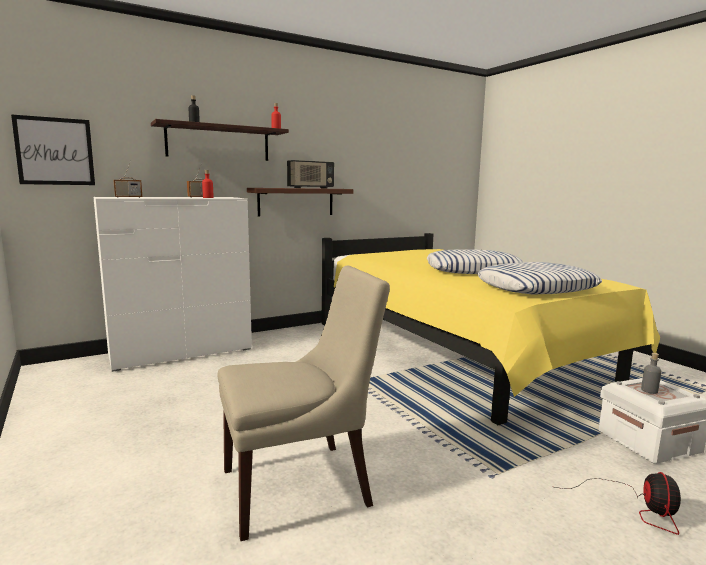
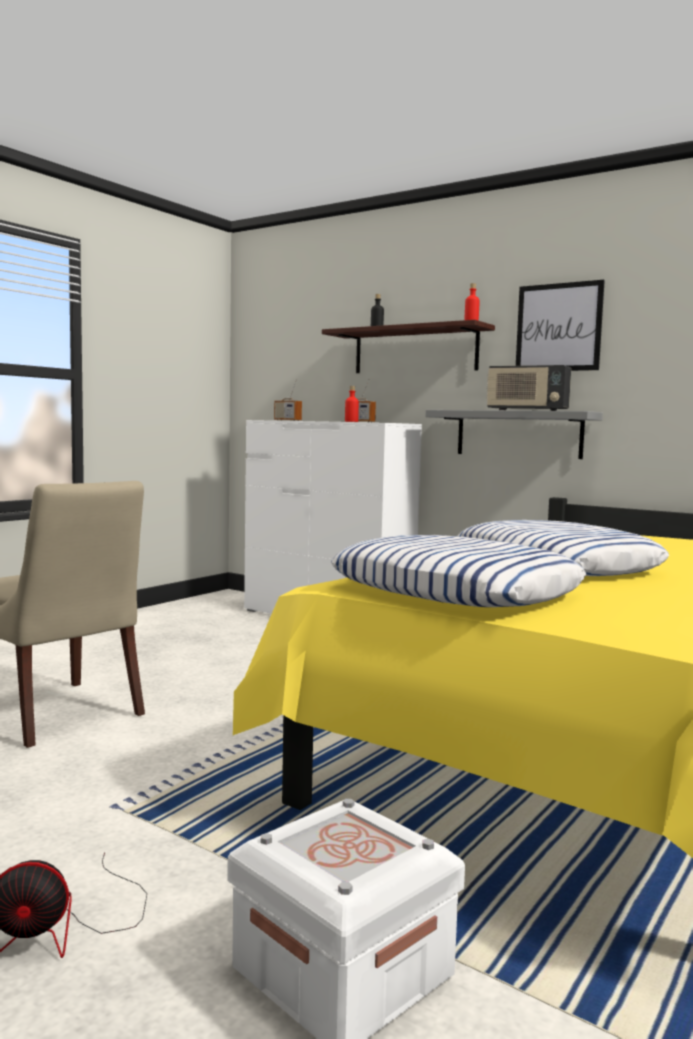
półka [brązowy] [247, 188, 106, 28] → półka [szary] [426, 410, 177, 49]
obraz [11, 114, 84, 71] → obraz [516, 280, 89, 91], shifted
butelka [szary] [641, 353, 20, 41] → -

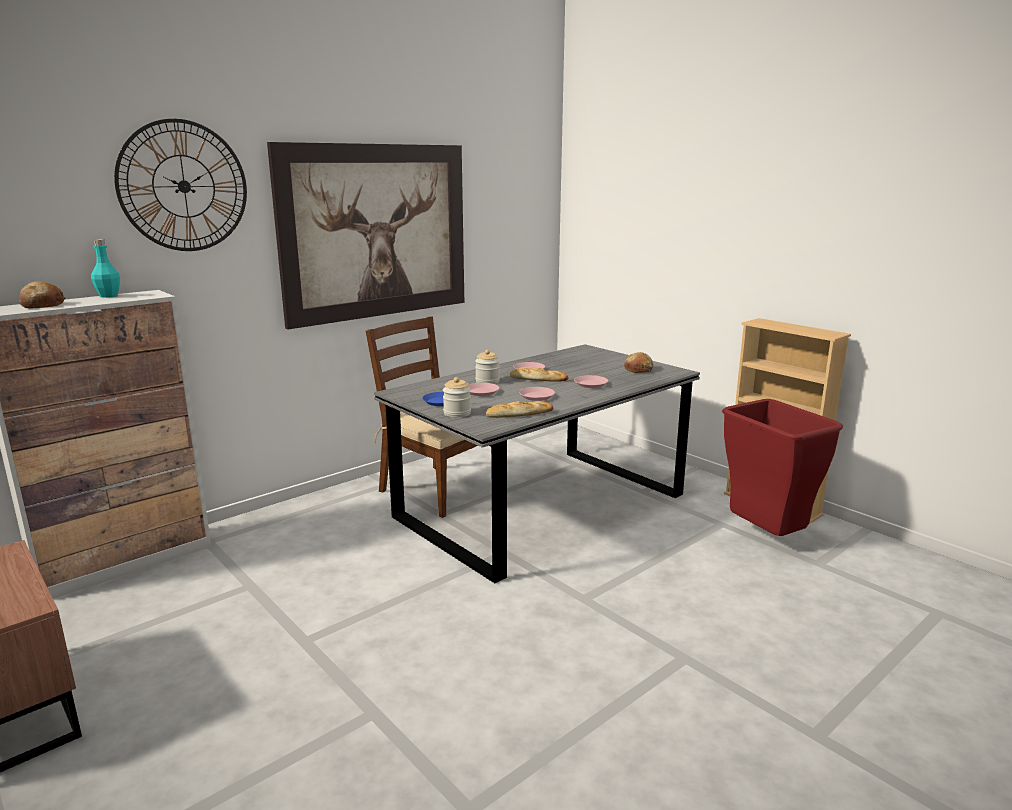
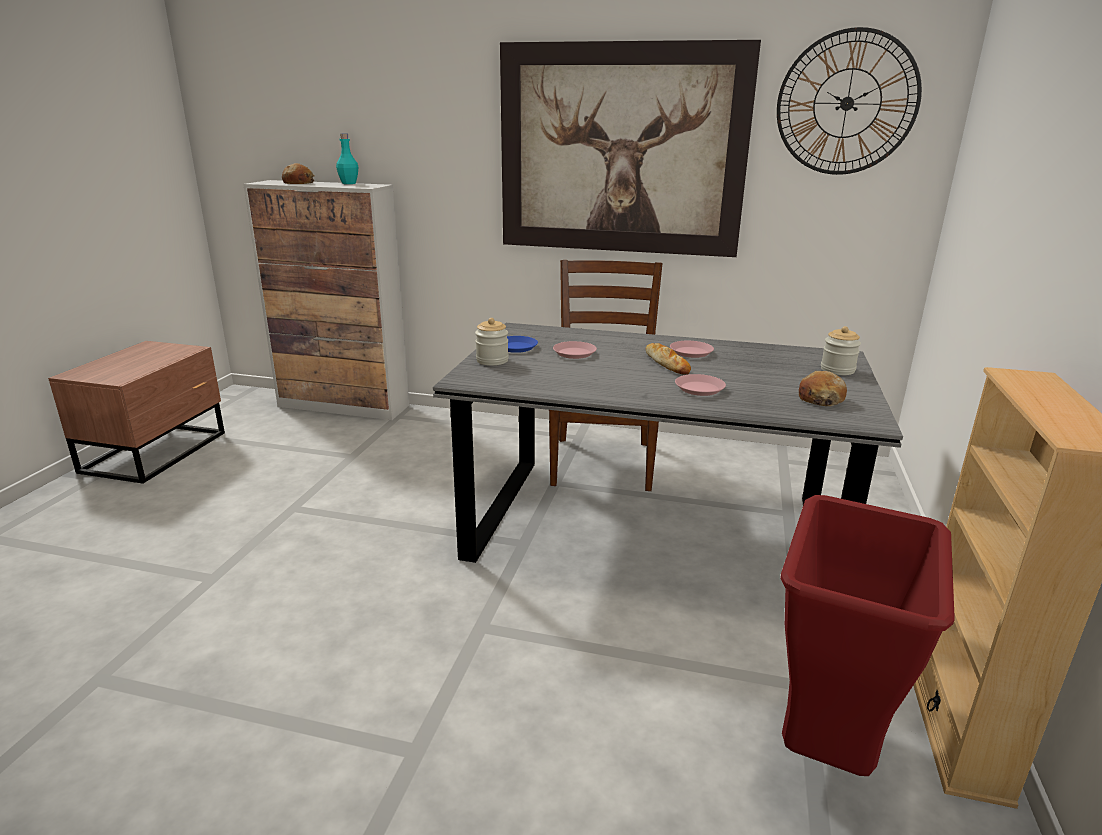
zegar ścienny [114, 119, 133, 132] → zegar ścienny [777, 27, 145, 148], shifted
słoik [475, 350, 25, 34] → słoik [821, 326, 40, 49], shifted
chleb [486, 401, 67, 17] → -
talerz [różowy] [519, 387, 36, 14] → -

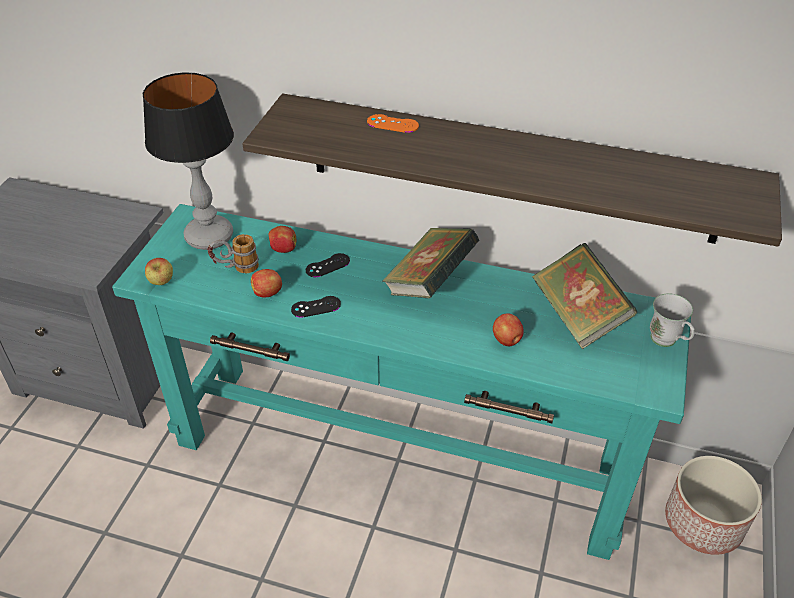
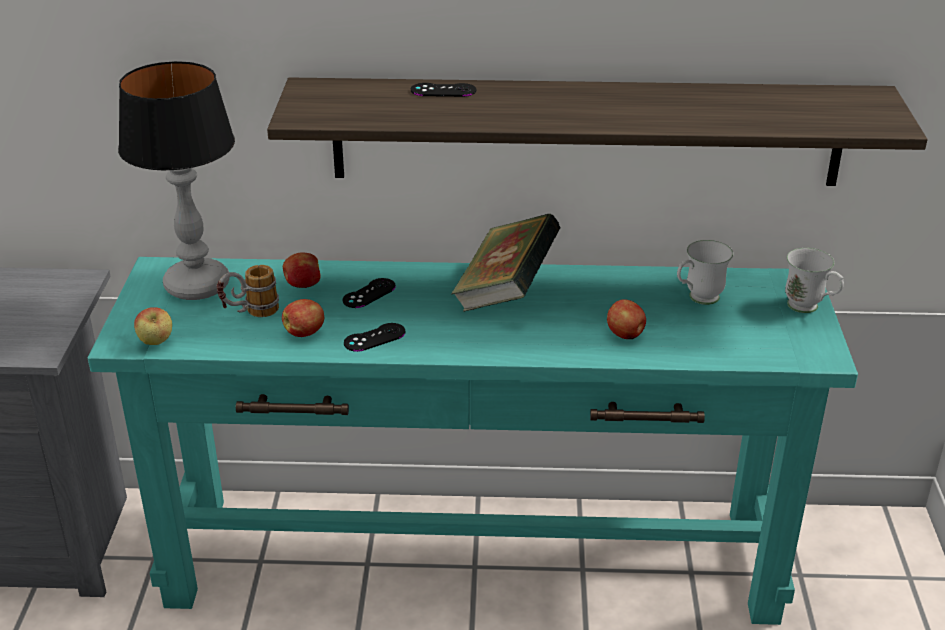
pad do gier [pomarańczowy] [367, 114, 52, 19] → pad do gier [czarny] [411, 83, 65, 14]
książka [532, 243, 105, 106] → kubek [biały] [677, 240, 56, 65]
donica [665, 456, 97, 99] → -

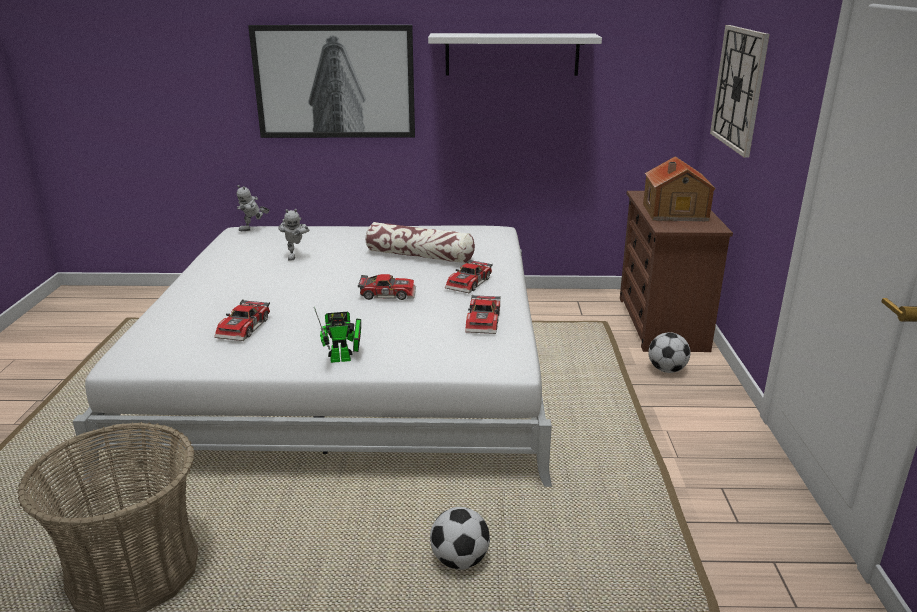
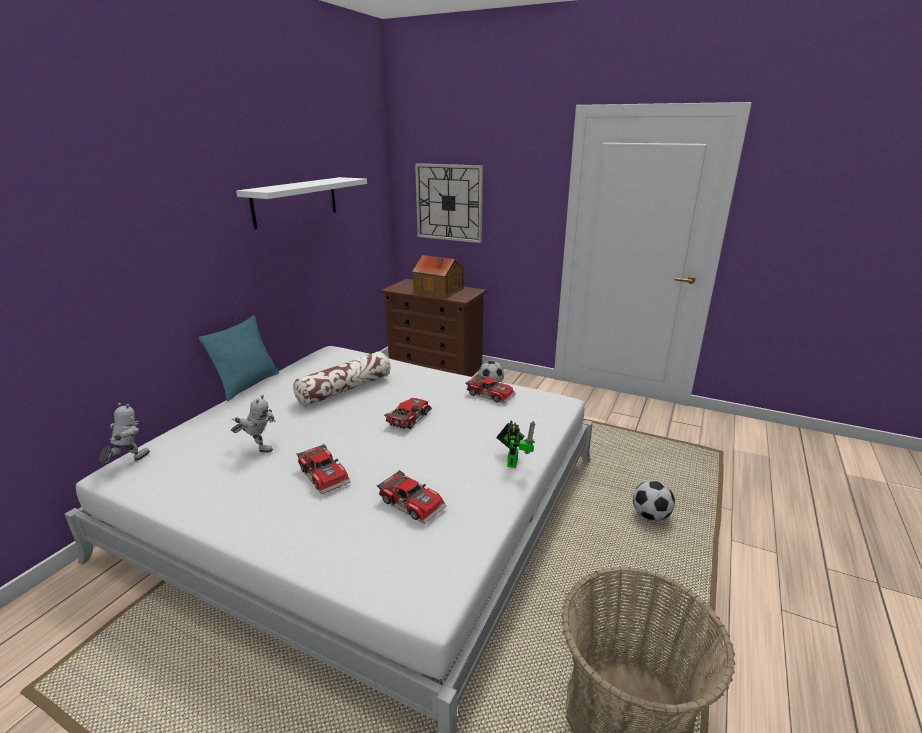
robot zabawkowy [236, 185, 33, 46] → robot zabawkowy [99, 403, 51, 60], 135 degrees counterclockwise
- → poduszka [turkusowy] [199, 315, 80, 86]
samochodzik [445, 259, 48, 34] → samochodzik [296, 444, 55, 50], shifted
obraz [248, 25, 167, 113] → -

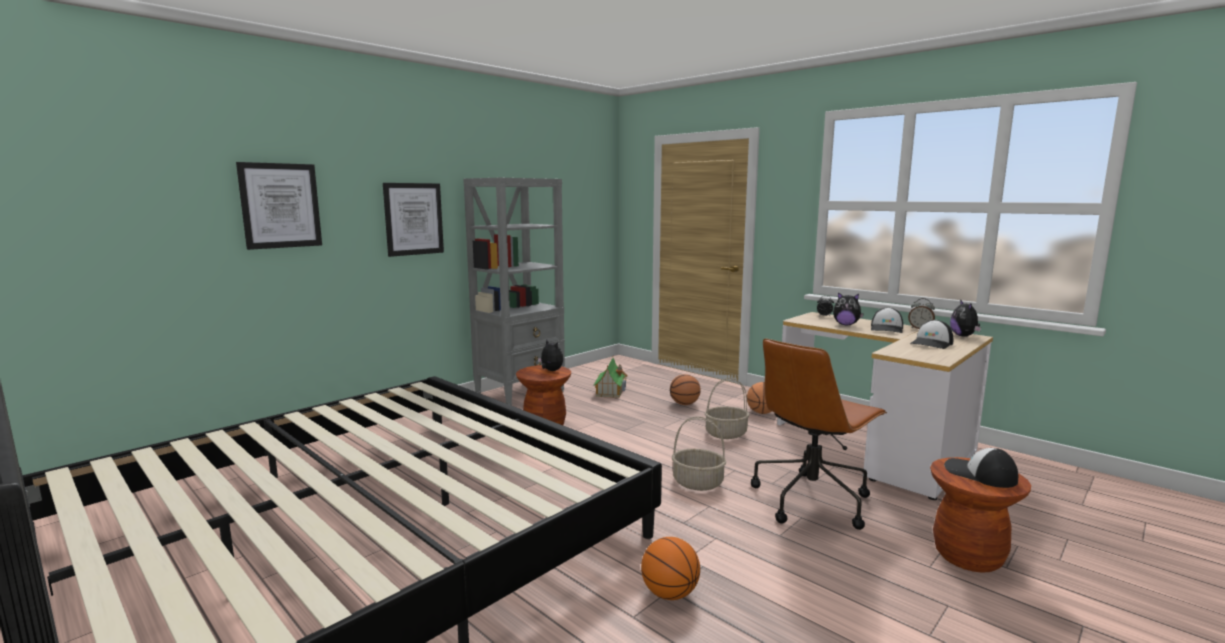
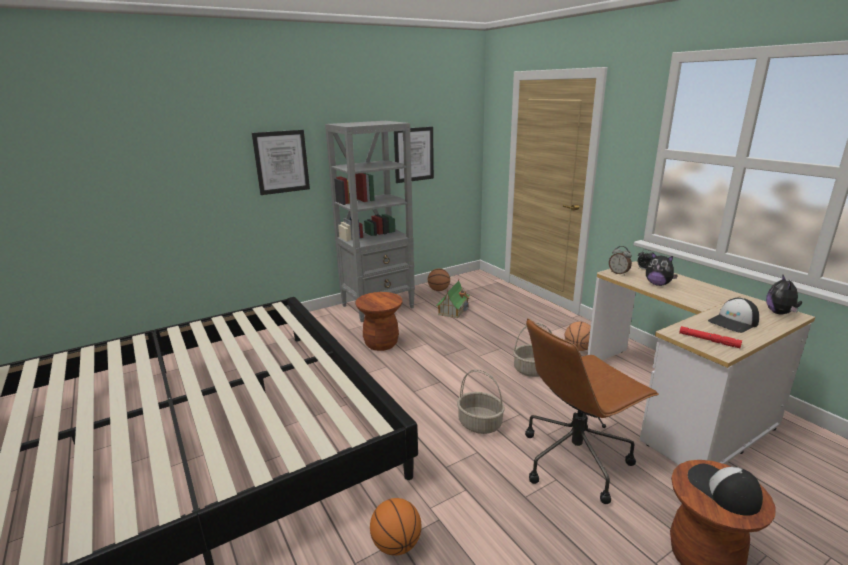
obraz [236, 162, 86, 88] → obraz [394, 127, 40, 56], shifted
piłka do koszykówki [670, 374, 31, 31] → piłka do koszykówki [428, 268, 22, 23], shifted
budzik [908, 298, 27, 31] → budzik [609, 246, 23, 29], shifted
- → latarka [czerwony] [679, 326, 63, 22]
pluszak [538, 340, 25, 31] → -
czapka z daszkiem [871, 307, 32, 26] → -

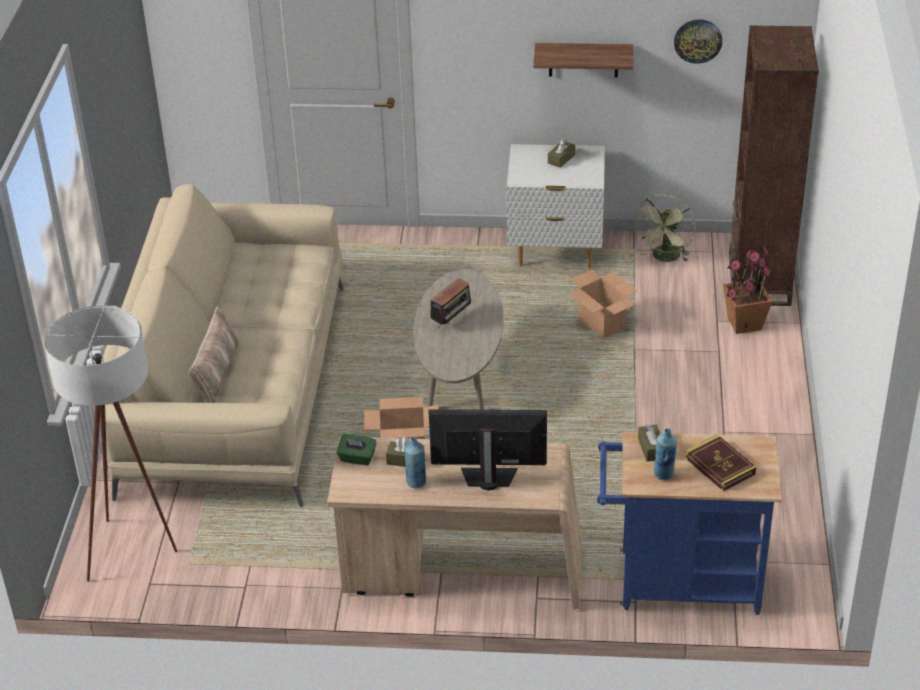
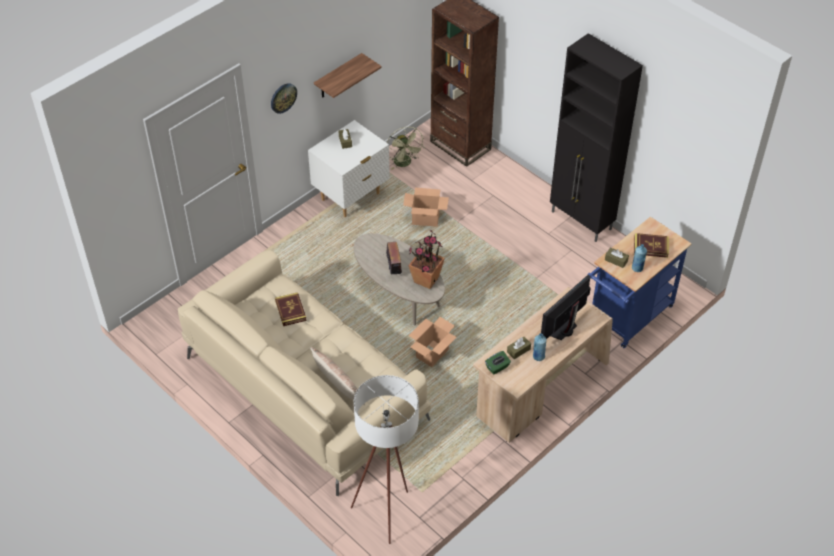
zegar ścienny [674, 20, 48, 44] → zegar ścienny [271, 83, 26, 31], shifted
- → książka [275, 292, 31, 34]
roślina doniczkowa [723, 246, 50, 88] → roślina doniczkowa [409, 230, 36, 59], shifted
- → szafka [czarny] [550, 33, 93, 209]

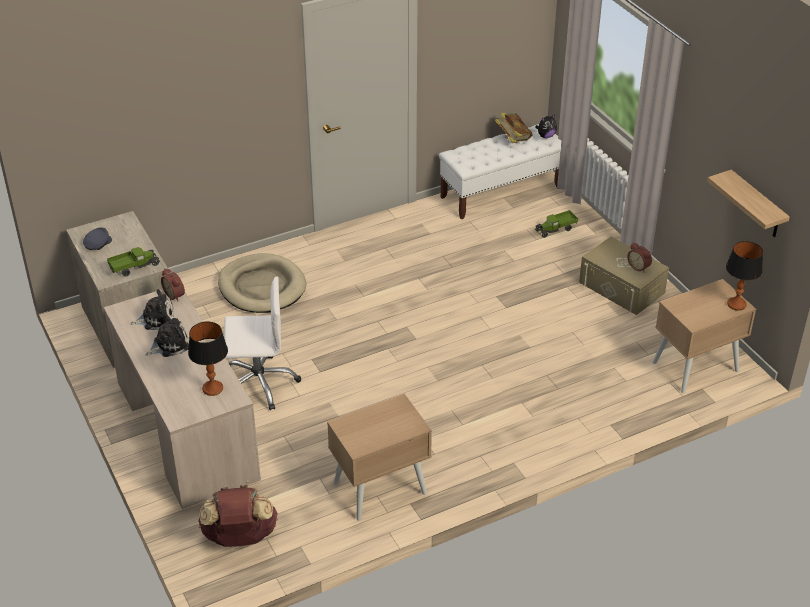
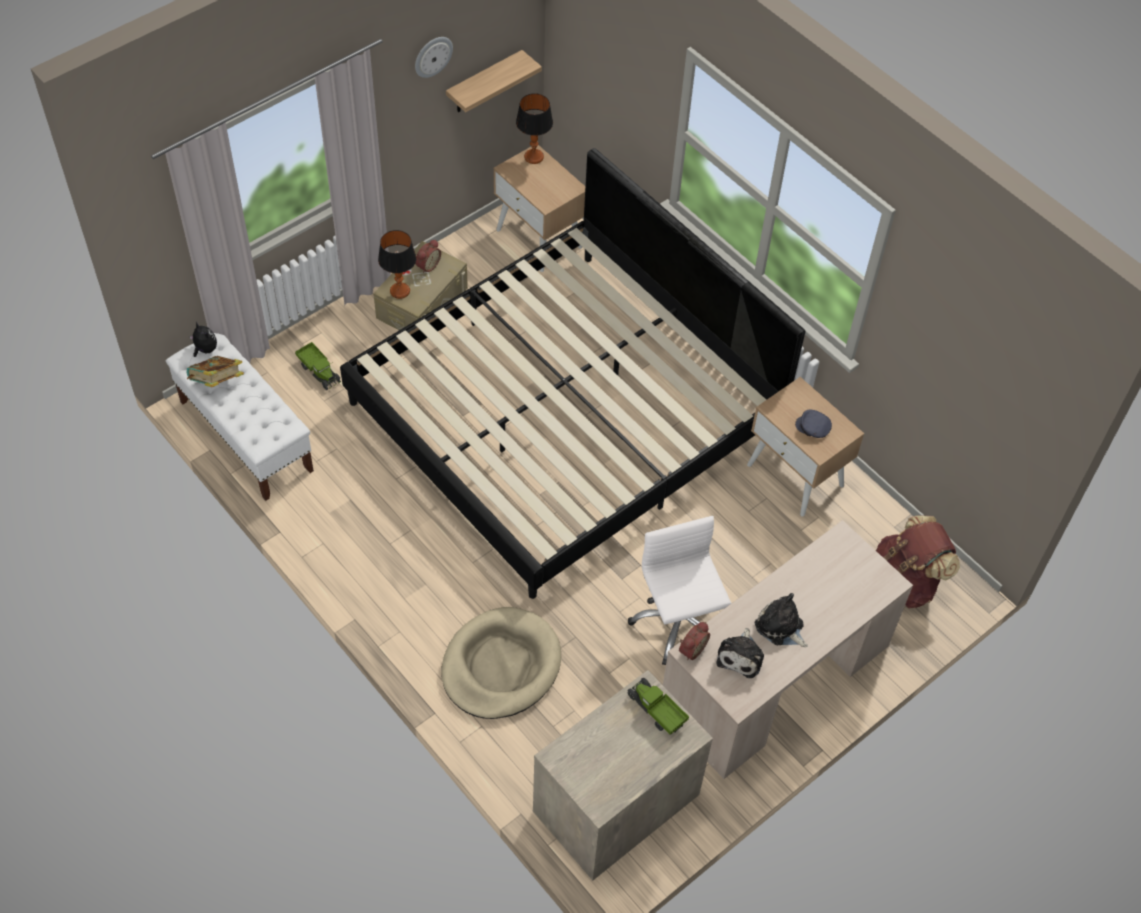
- → łóżko [340, 148, 465, 451]
lampa stołowa [188, 321, 40, 75] → lampa stołowa [378, 230, 39, 69], shifted
- → zegar ścienny [415, 37, 38, 41]
pluszak [130, 289, 44, 41] → pluszak [716, 628, 48, 50], 135 degrees counterclockwise
czapka z daszkiem [szary] [83, 227, 29, 23] → czapka z daszkiem [szary] [795, 409, 37, 29], shifted

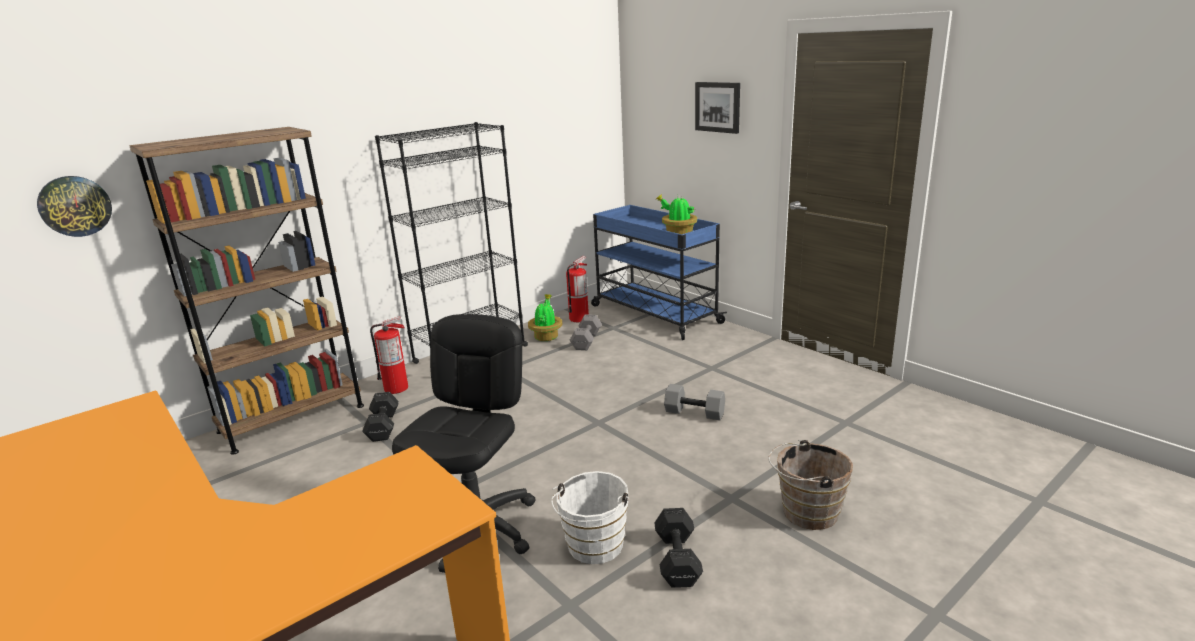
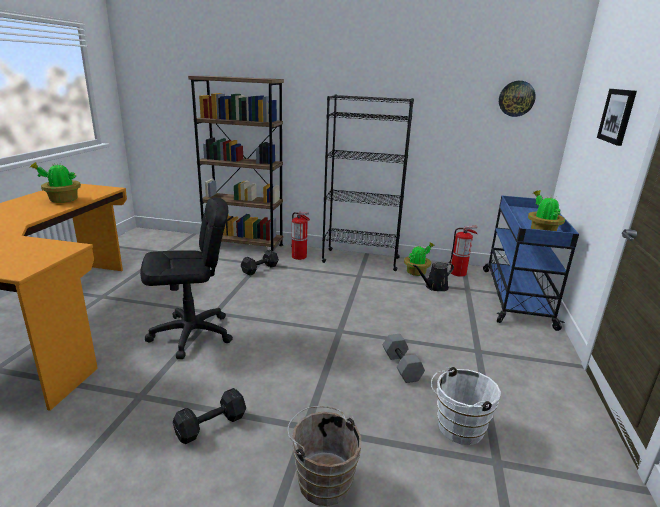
- → roślina doniczkowa [30, 162, 51, 41]
hantel [szary] [570, 314, 32, 36] → konewka [czarny] [413, 262, 41, 29]
wiadro [biały] [551, 471, 78, 93] → wiadro [biały] [431, 367, 70, 78], shifted
zegar ścienny [37, 176, 75, 61] → zegar ścienny [499, 81, 37, 36], shifted

